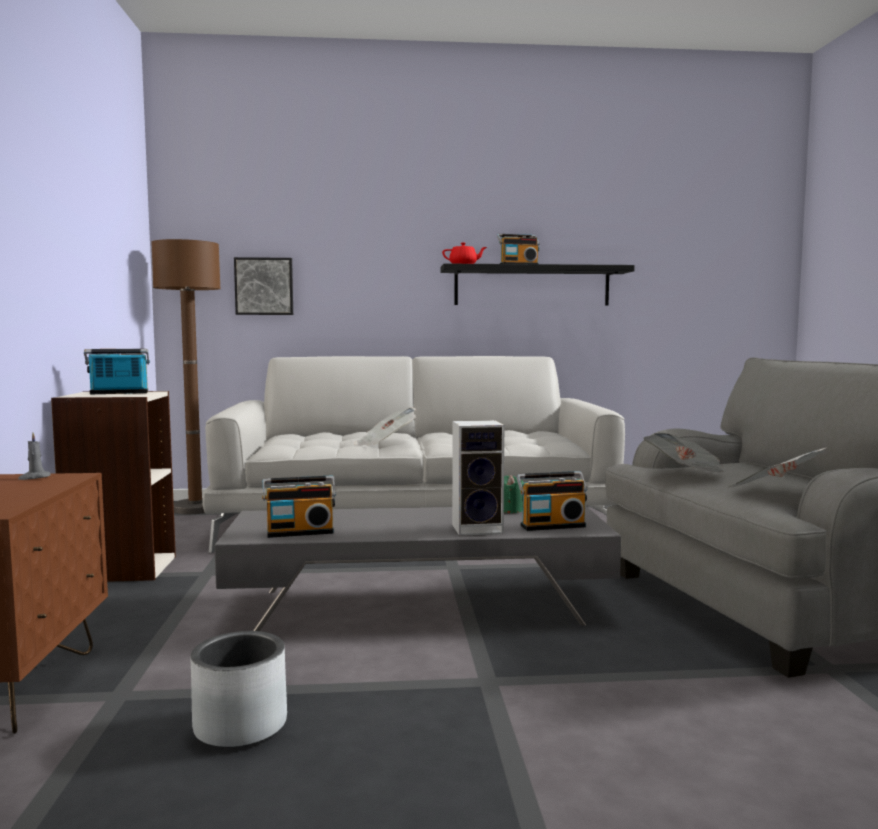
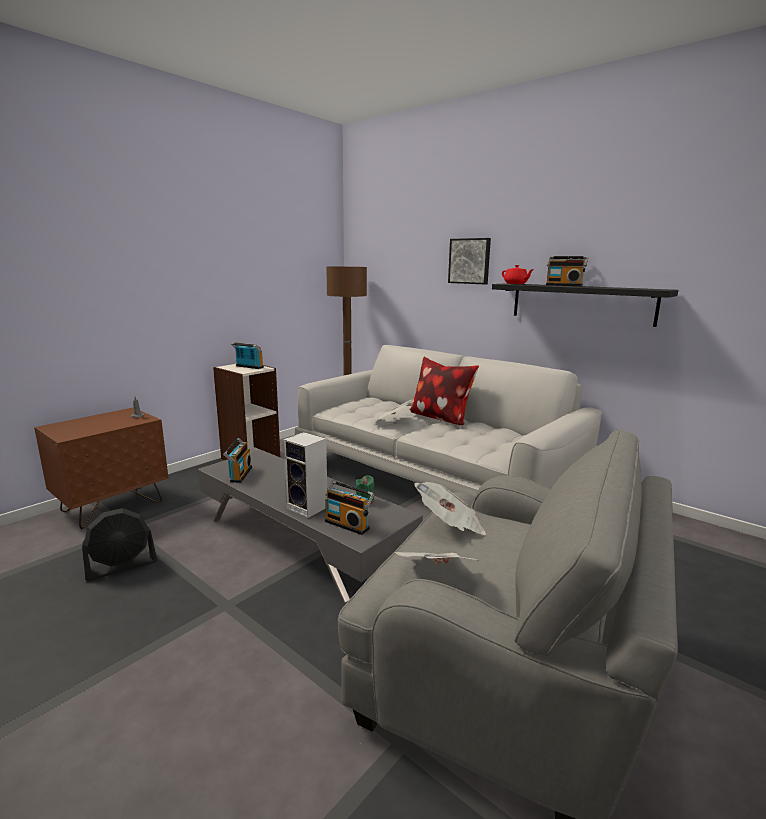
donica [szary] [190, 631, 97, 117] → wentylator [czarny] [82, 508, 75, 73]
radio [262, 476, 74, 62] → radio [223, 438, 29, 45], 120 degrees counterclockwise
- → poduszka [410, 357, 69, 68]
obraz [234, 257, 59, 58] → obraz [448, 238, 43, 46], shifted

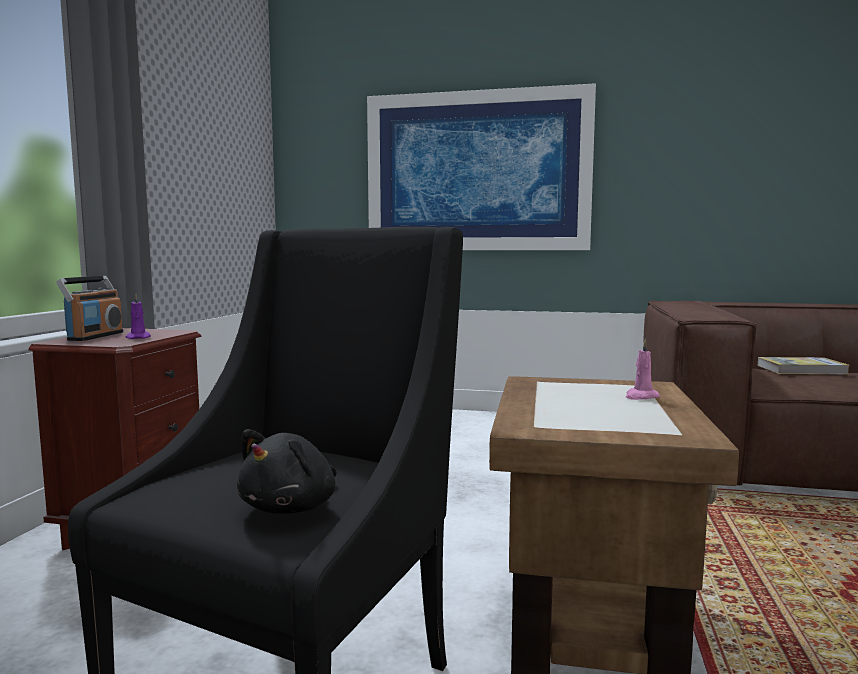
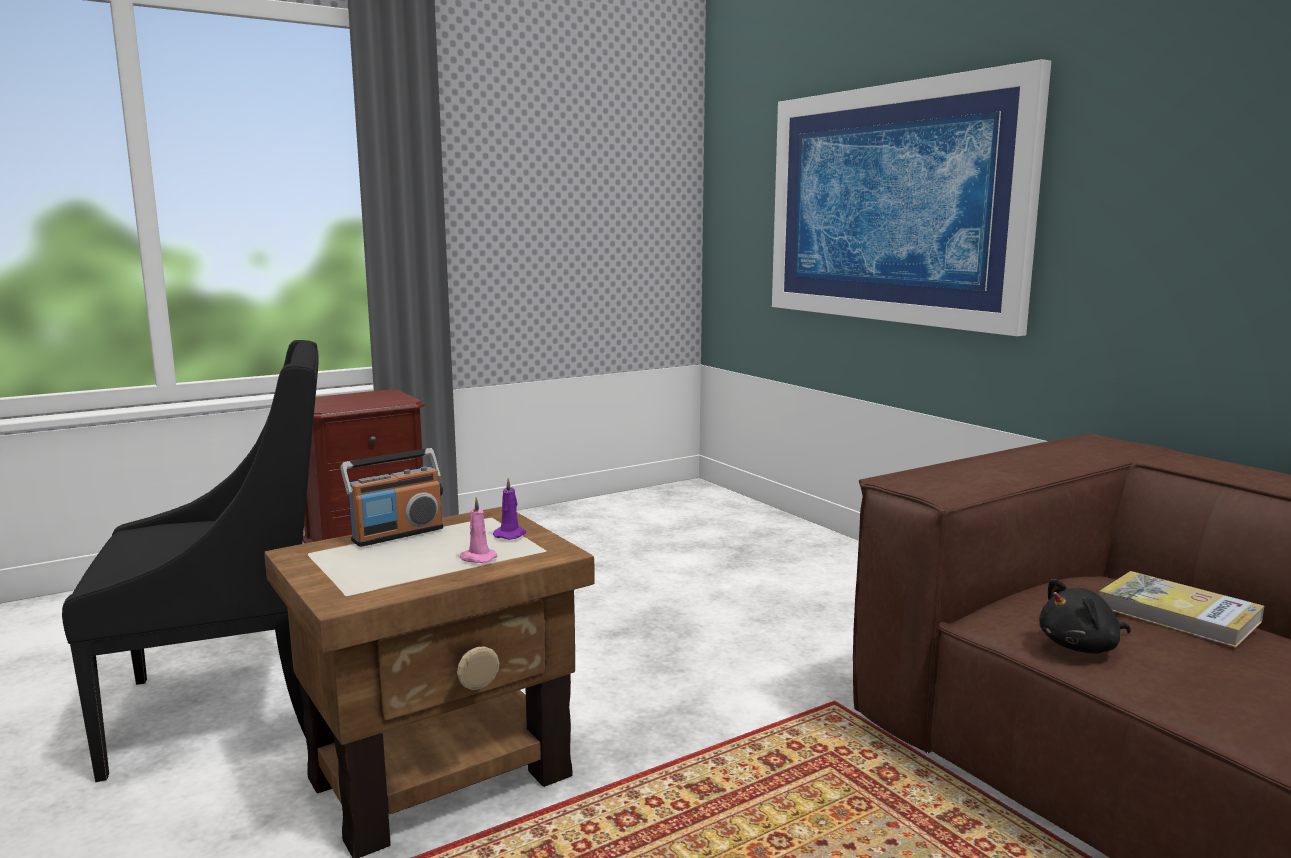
radio [56, 276, 67, 65] → radio [340, 448, 103, 99], shifted
świeca [fioletowy] [126, 293, 25, 46] → świeca [fioletowy] [493, 478, 33, 62], shifted
pluszak [czarny] [237, 429, 100, 85] → pluszak [czarny] [1039, 579, 92, 74], shifted

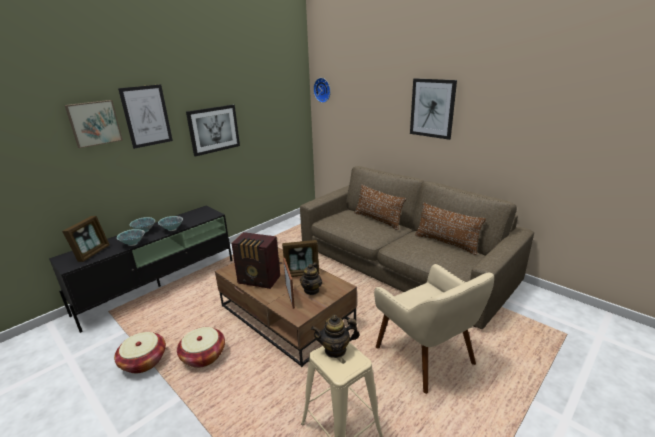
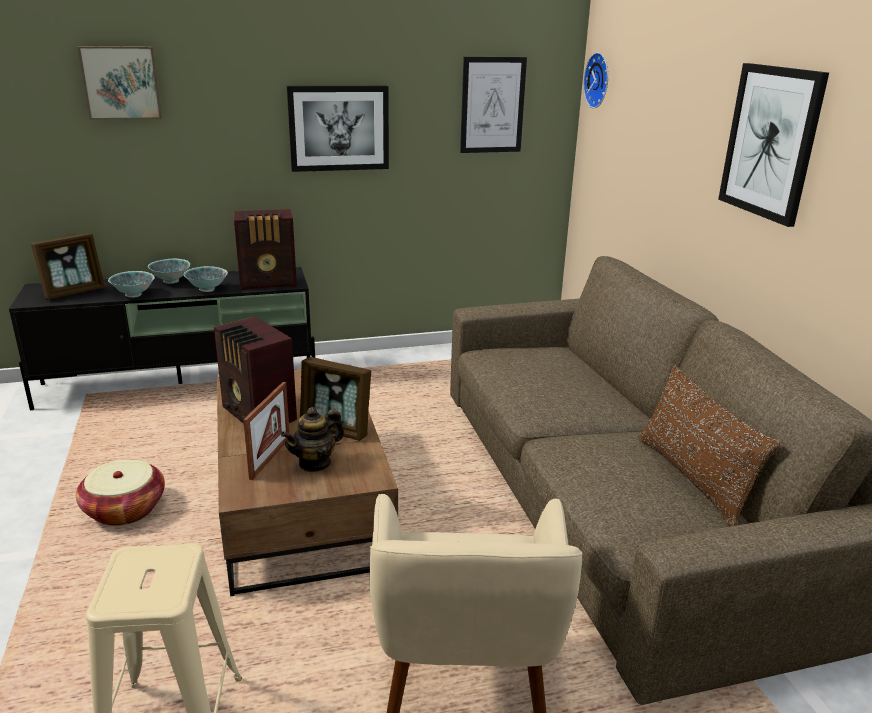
- → radio [234, 209, 63, 81]
obraz [118, 84, 55, 65] → obraz [460, 57, 67, 96], shifted
koszyk [114, 332, 52, 41] → -
imbryk [311, 315, 48, 43] → -
poduszka [brązowy] [354, 184, 52, 46] → -

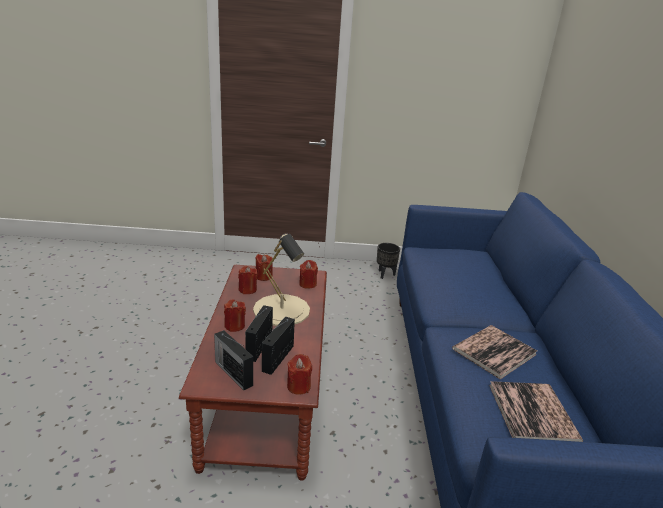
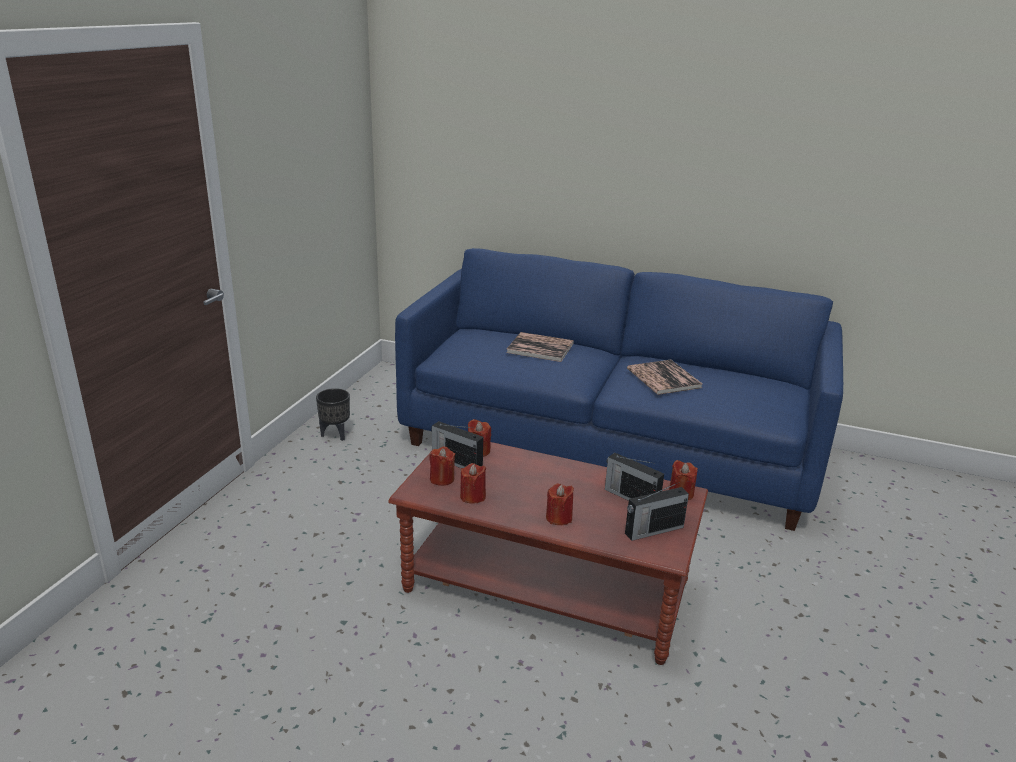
radio [245, 305, 28, 57] → radio [431, 421, 52, 47], shifted
książka [489, 381, 94, 61] → książka [506, 332, 68, 30], shifted
lampa stołowa [beżowy] [253, 233, 57, 93] → -

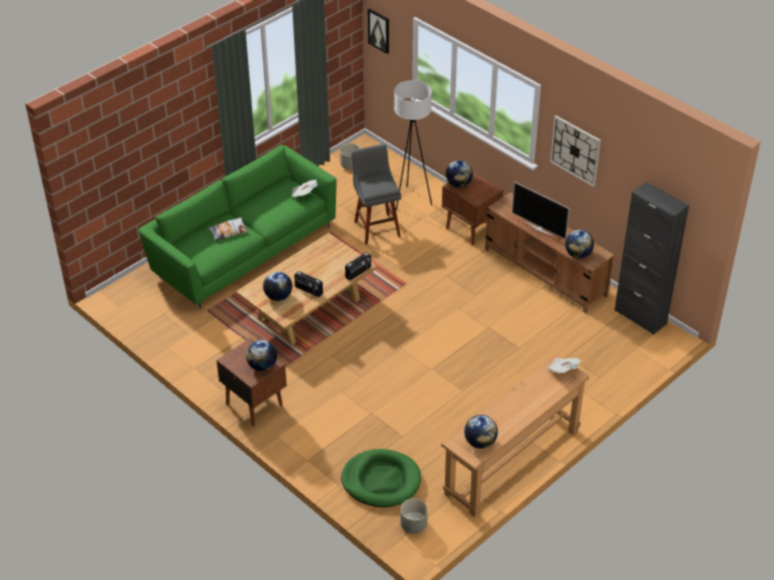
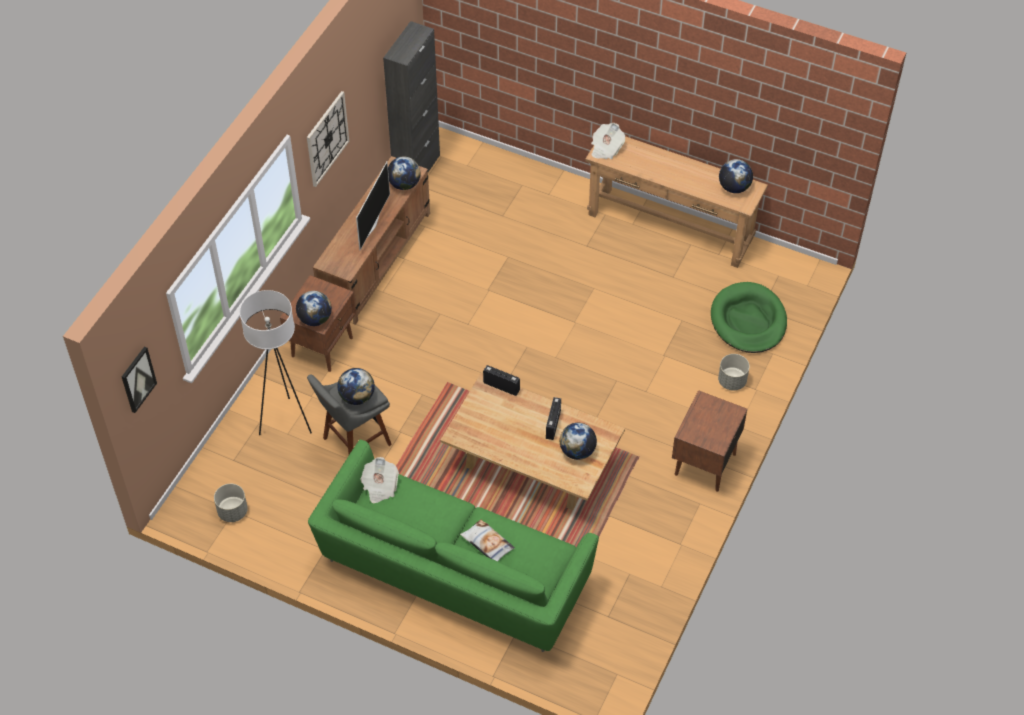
globus [246, 340, 31, 31] → globus [337, 368, 38, 37], shifted
donica [szary] [400, 499, 28, 35] → donica [szary] [718, 354, 32, 37], shifted

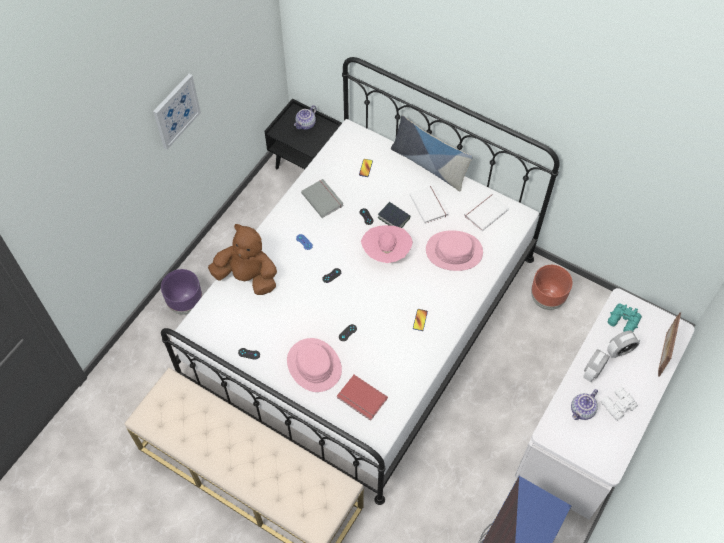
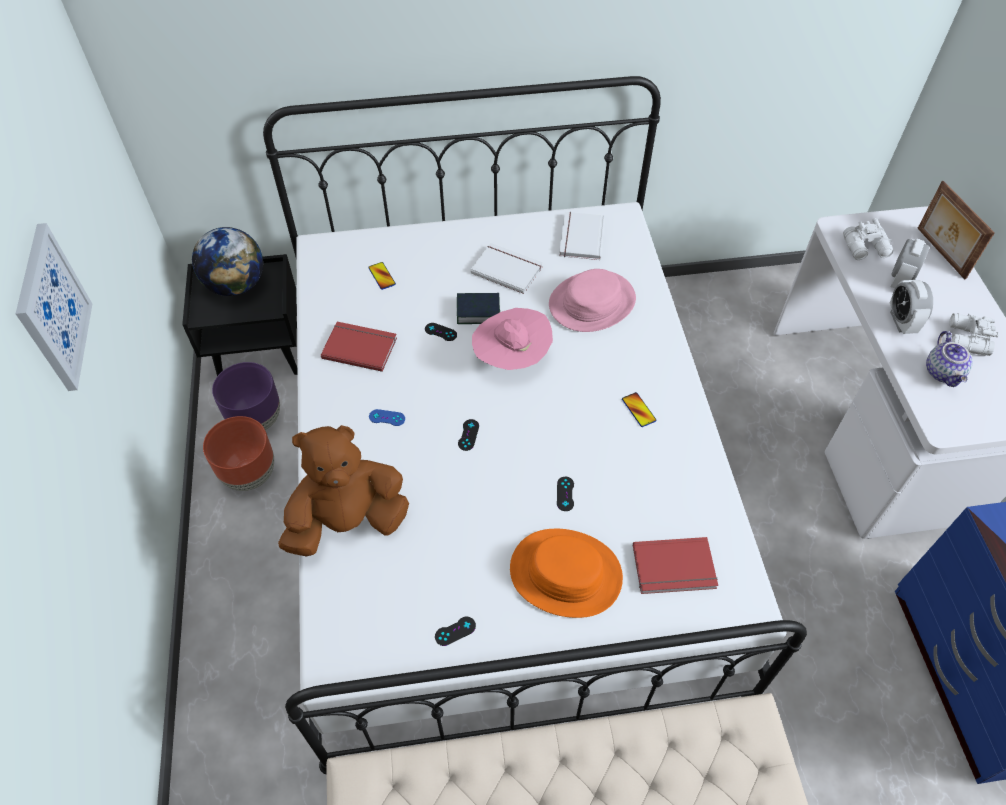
imbryk [294, 105, 23, 25] → globus [192, 227, 71, 69]
donica [brązowy] [531, 265, 42, 45] → donica [brązowy] [203, 416, 71, 75], shifted
donica [fioletowy] [161, 269, 41, 46] → donica [fioletowy] [212, 362, 68, 68], shifted
książka [szary] [301, 179, 43, 39] → książka [czerwony] [321, 322, 76, 50]
kapelusz [różowy] [287, 338, 55, 54] → kapelusz [pomarańczowy] [510, 529, 113, 89]
lornetka [turkusowy] [607, 304, 35, 28] → lornetka [biały] [843, 218, 50, 42]
poduszka [391, 115, 82, 76] → -

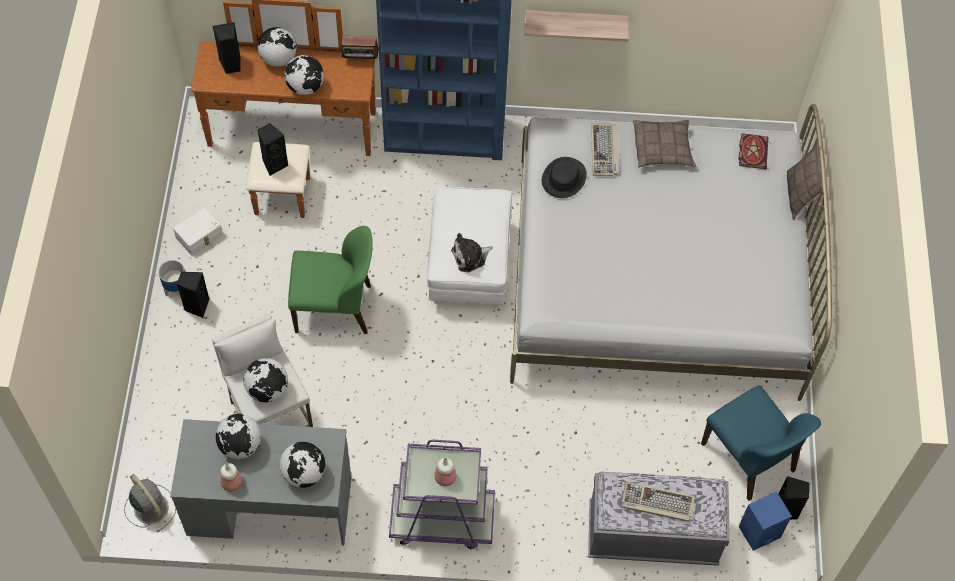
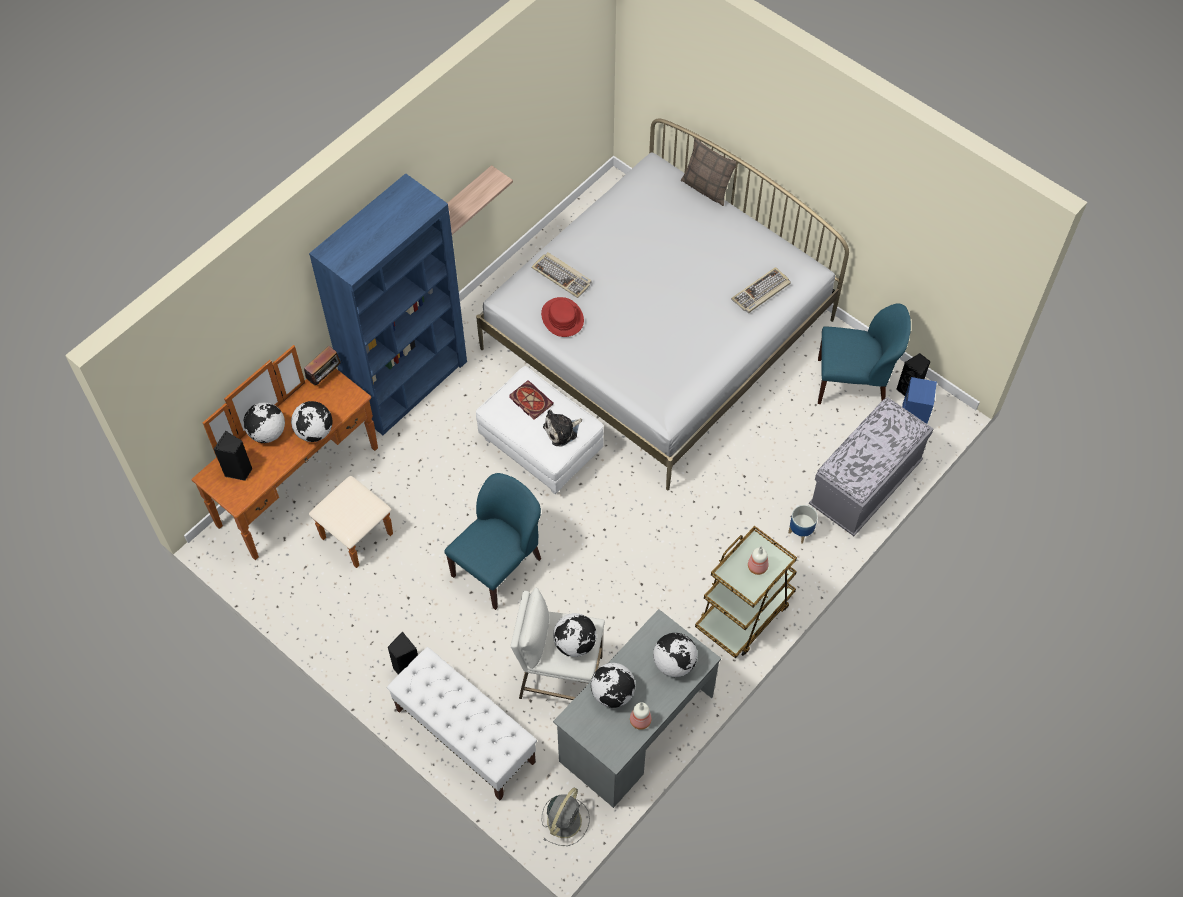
- → ławka [biały] [387, 647, 150, 154]
krzesło [zielony] [288, 226, 85, 108] → krzesło [niebieski] [444, 473, 97, 137]
książka [739, 133, 29, 36] → książka [509, 380, 45, 40], shifted
kapelusz [czarny] [542, 157, 45, 41] → kapelusz [czerwony] [541, 297, 43, 40]
wentylator [szary] [124, 474, 52, 59] → wentylator [szary] [542, 787, 48, 59], 120 degrees clockwise
pluszak [451, 233, 42, 39] → pluszak [543, 409, 39, 38], 45 degrees clockwise
wózek [fioletowy] [389, 440, 106, 109] → wózek [brązowy] [695, 526, 102, 132]
klawiatura [622, 481, 73, 41] → klawiatura [731, 267, 60, 46], shifted
donica [158, 260, 27, 36] → donica [788, 505, 30, 39], shifted
pojemnik do przechowywania [biały] [173, 208, 50, 48] → -
głośnik [czarny] [257, 123, 32, 53] → -
poduszka [633, 120, 63, 48] → -

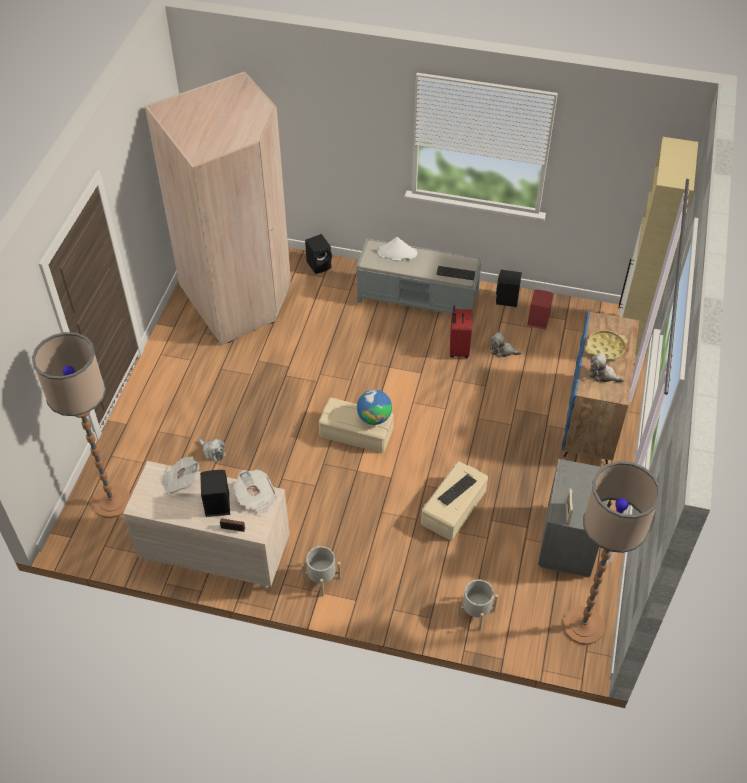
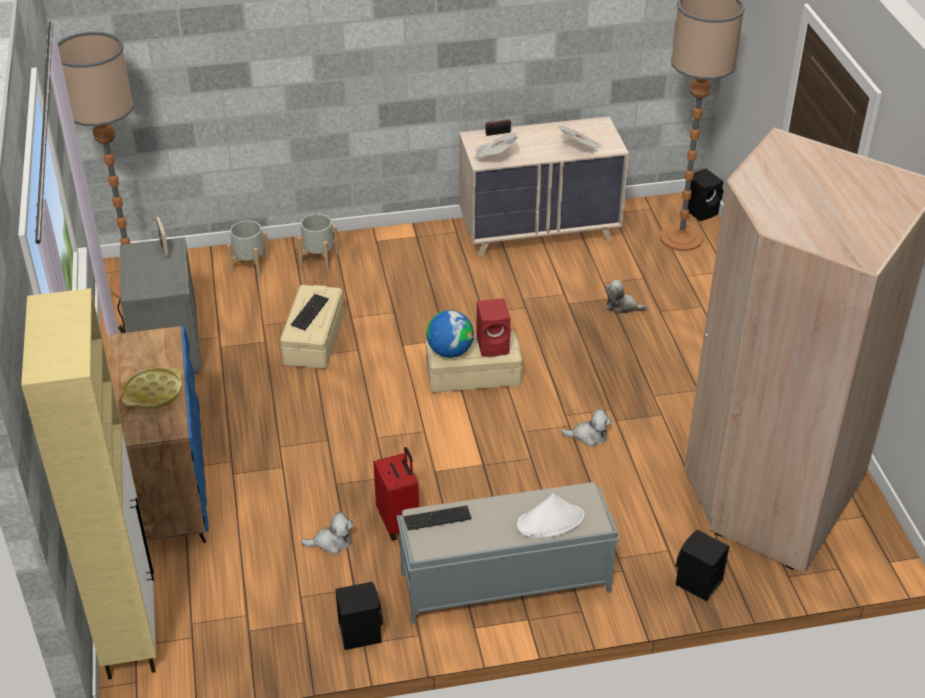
donica [szary] [301, 546, 40, 50] → donica [szary] [297, 214, 42, 56], shifted
głośnik [czerwony] [527, 289, 27, 40] → głośnik [czerwony] [476, 298, 35, 59], shifted
pluszak [589, 353, 35, 29] → pluszak [562, 409, 50, 38], shifted
głośnik [czarny] [200, 470, 30, 47] → głośnik [czarny] [688, 169, 35, 52], shifted

